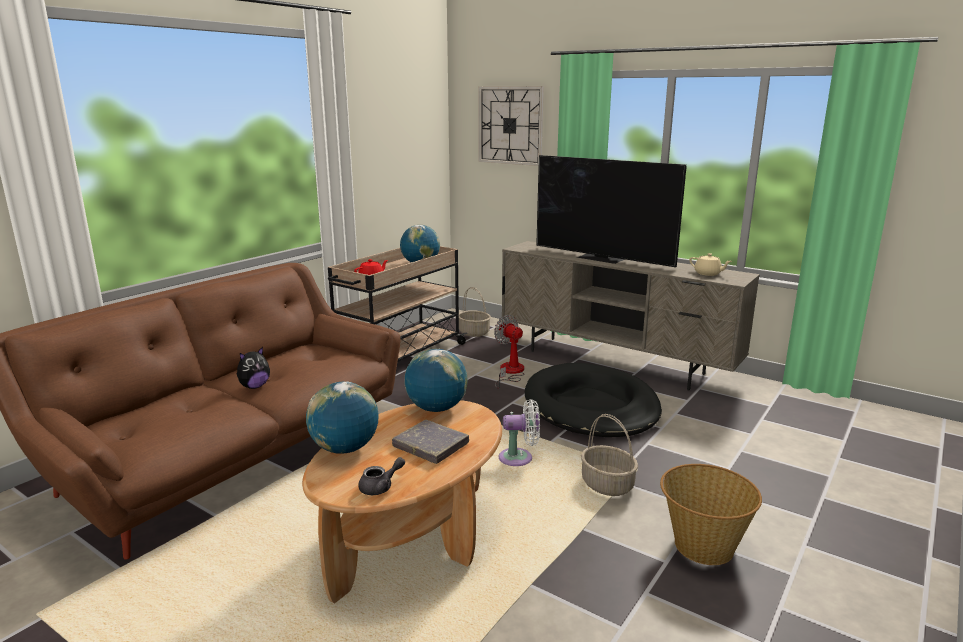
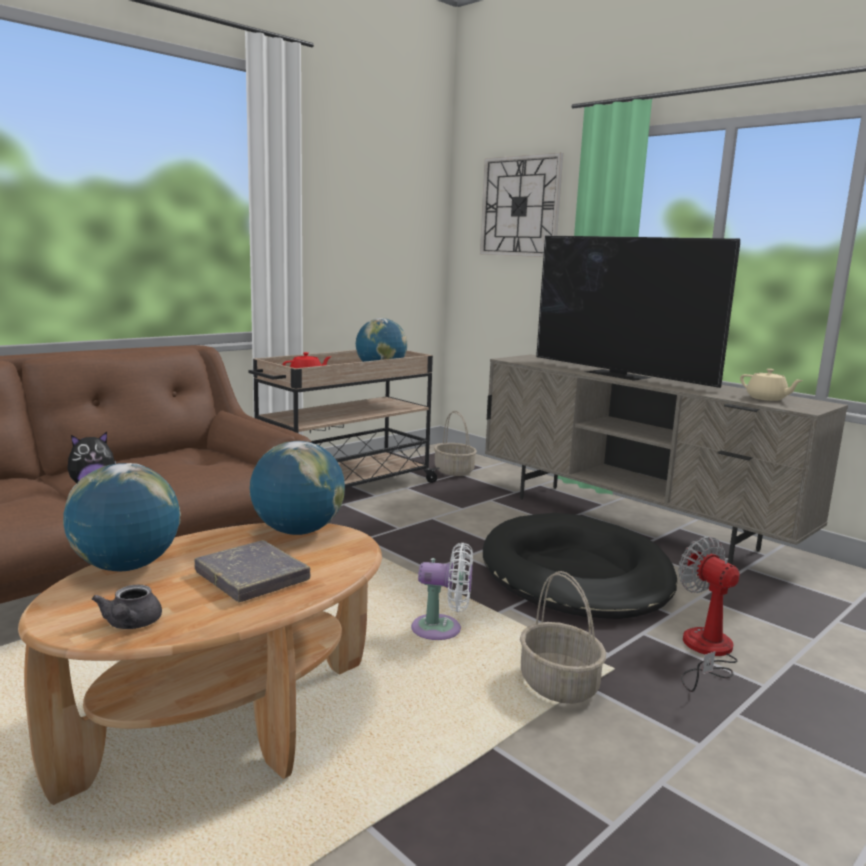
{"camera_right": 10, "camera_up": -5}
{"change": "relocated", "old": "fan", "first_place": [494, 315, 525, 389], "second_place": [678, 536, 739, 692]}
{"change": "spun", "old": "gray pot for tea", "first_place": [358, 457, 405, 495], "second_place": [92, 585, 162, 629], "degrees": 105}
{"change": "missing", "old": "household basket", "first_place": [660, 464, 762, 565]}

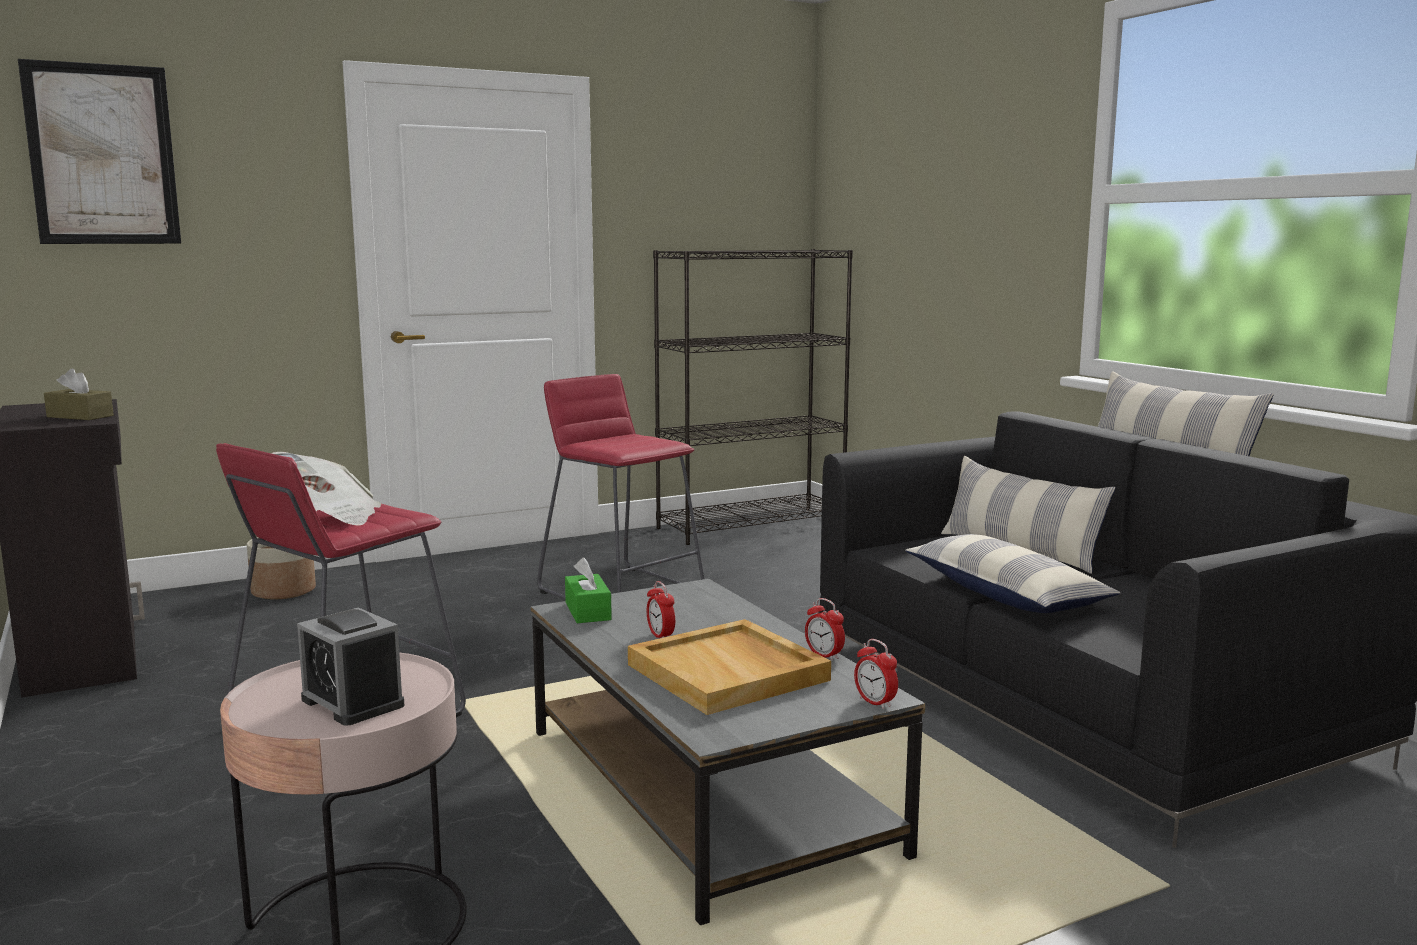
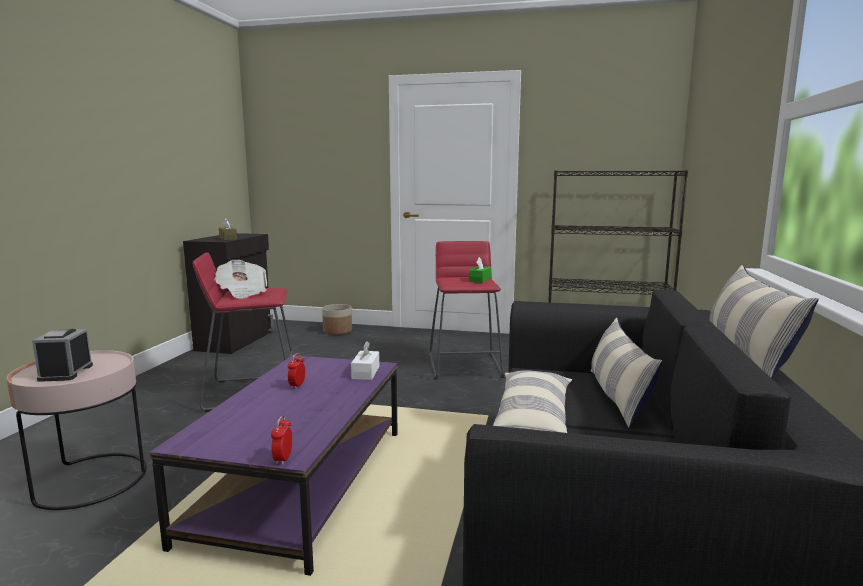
{"camera_right": 40, "camera_up": 0}
{"change": "missing", "old": "wall art", "first_place": [18, 59, 181, 244]}
{"change": "relocated", "old": "greenish tissue holder", "first_place": [565, 558, 612, 623], "second_place": [469, 257, 491, 283]}
{"change": "colour", "old": "gray low table", "new": "purple-coloured low table", "first_place": [531, 579, 925, 925], "second_place": [150, 355, 398, 576]}
{"change": "missing", "old": "table clock", "first_place": [805, 598, 845, 661]}
{"change": "missing", "old": "beige-coloured tray", "first_place": [628, 619, 831, 715]}
{"change": "appeared", "new": "white tissue holder", "second_place": [351, 341, 379, 380]}

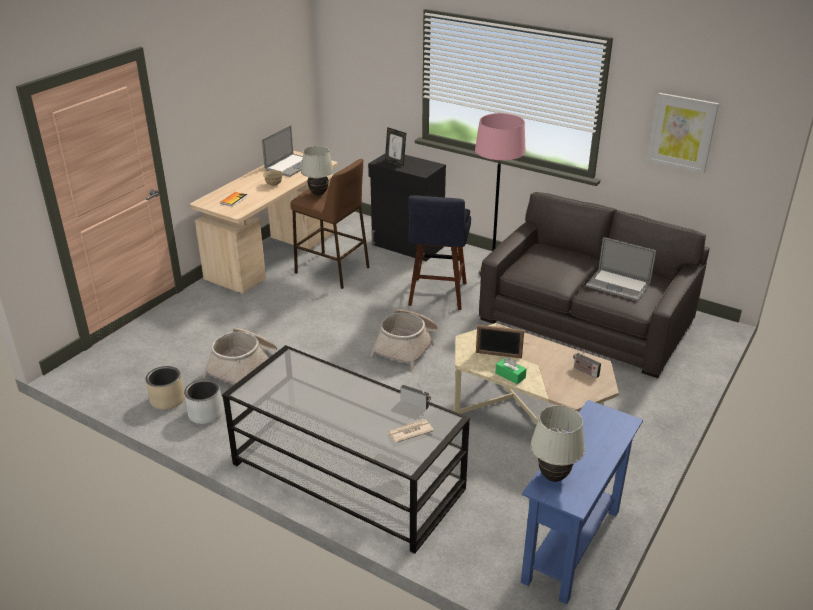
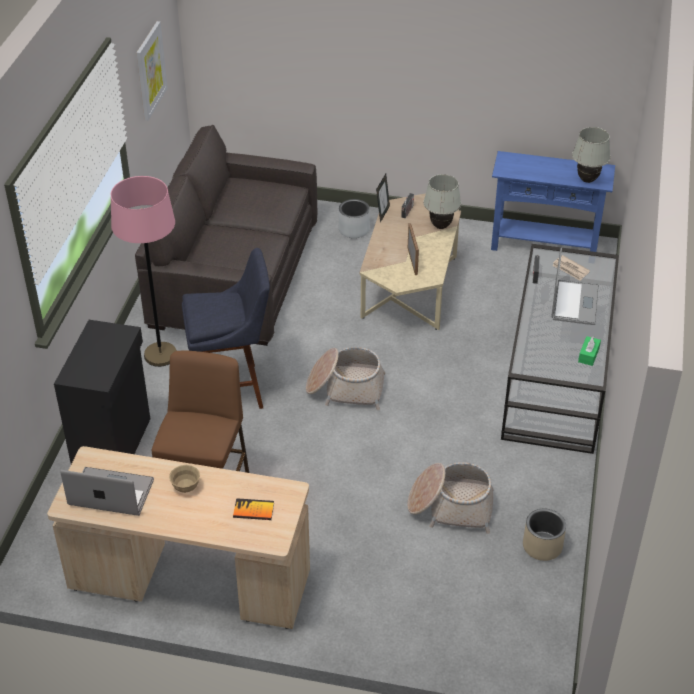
{"camera_right": -110, "camera_up": 10}
{"change": "relocated", "old": "picture frame", "first_place": [385, 127, 406, 166], "second_place": [376, 174, 390, 223]}
{"change": "relocated", "old": "white lamp for a table", "first_place": [301, 146, 334, 196], "second_place": [423, 174, 461, 229]}
{"change": "relocated", "old": "laptop", "first_place": [586, 237, 656, 301], "second_place": [551, 248, 599, 325]}
{"change": "relocated", "old": "greenish tissue holder", "first_place": [495, 357, 527, 384], "second_place": [578, 336, 601, 366]}
{"change": "relocated", "old": "gray flower pot", "first_place": [184, 379, 224, 424], "second_place": [339, 199, 370, 238]}

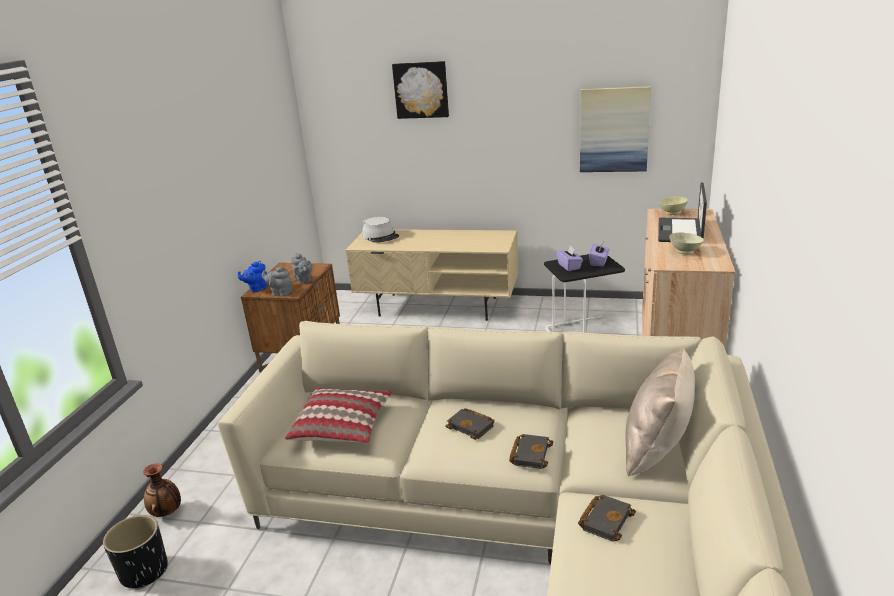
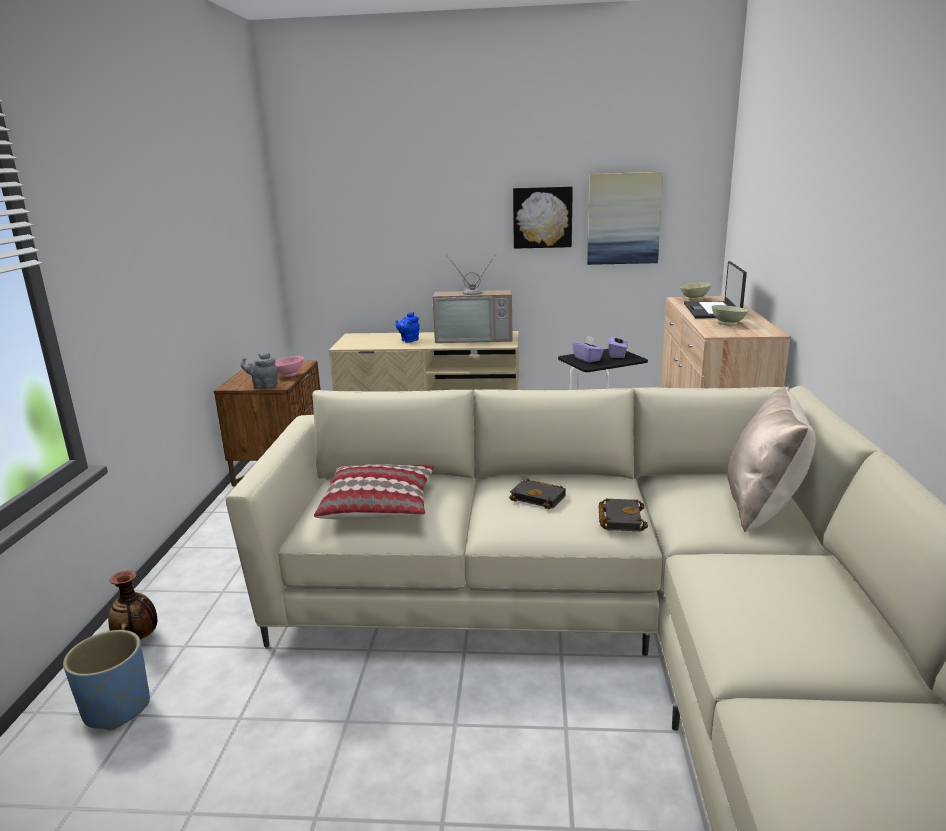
{"camera_right": -10, "camera_up": -5}
{"change": "relocated", "old": "wall art", "first_place": [392, 61, 449, 119], "second_place": [513, 186, 573, 249]}
{"change": "missing", "old": "gray clothing hat", "first_place": [362, 217, 399, 243]}
{"change": "exchanged", "old": "gray pot for tea", "new": "pink serving bowl", "first_place": [291, 253, 312, 283], "second_place": [275, 356, 304, 377]}
{"change": "relocated", "old": "blue-coloured pot for tea", "first_place": [238, 261, 267, 292], "second_place": [396, 312, 420, 343]}
{"change": "missing", "old": "black-coloured volume", "first_place": [578, 495, 636, 542]}
{"change": "colour", "old": "black-coloured flower pot", "new": "blue-coloured flower pot", "first_place": [103, 515, 168, 590], "second_place": [63, 630, 150, 730]}
{"change": "appeared", "new": "TV set", "second_place": [433, 253, 513, 343]}

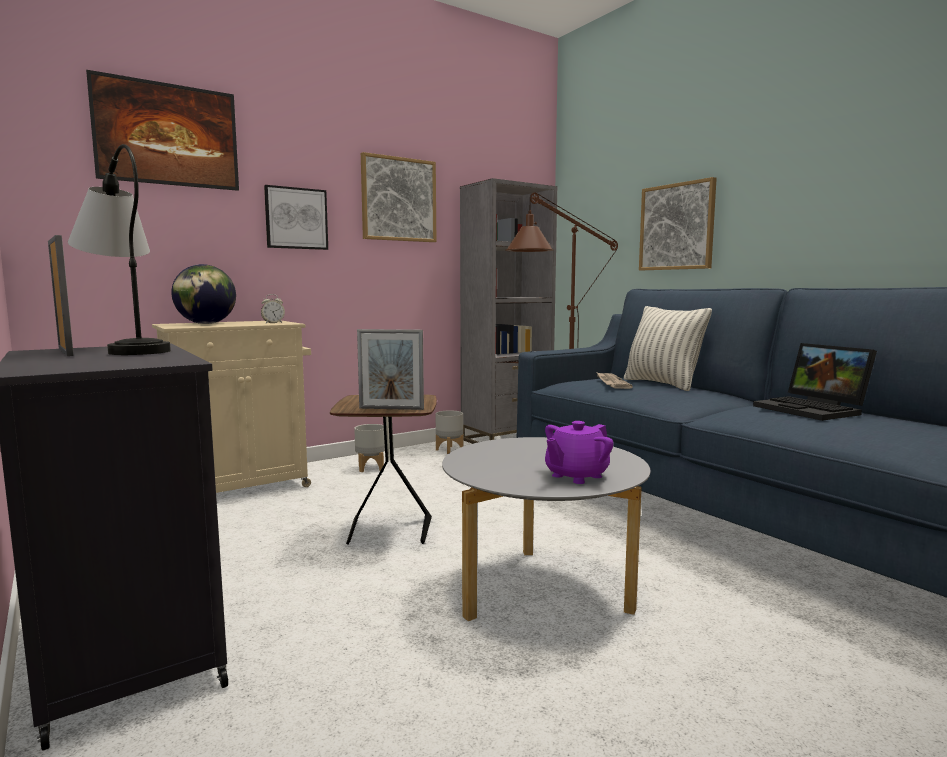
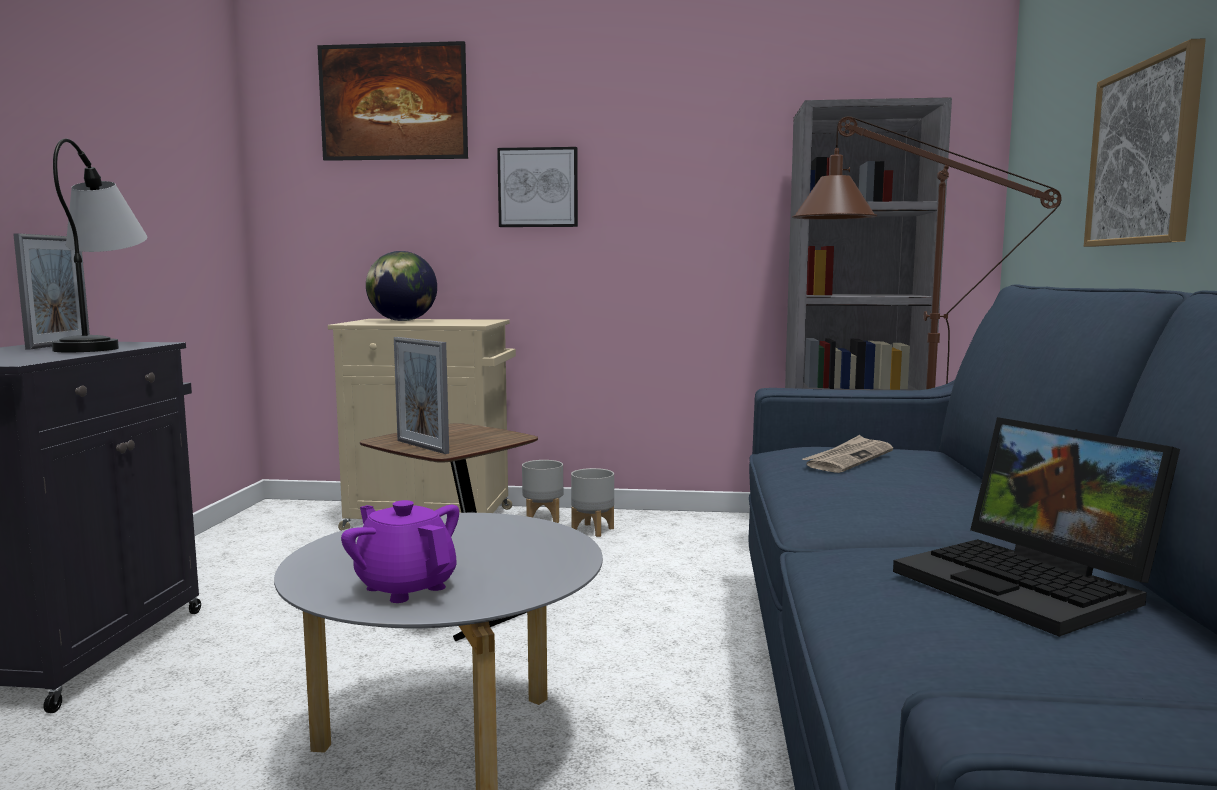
{"camera_right": 40, "camera_up": 0}
{"change": "missing", "old": "wall art", "first_place": [361, 152, 436, 242]}
{"change": "missing", "old": "table clock", "first_place": [261, 294, 285, 323]}
{"change": "missing", "old": "throw pillow", "first_place": [624, 306, 712, 391]}
{"change": "spun", "old": "laptop", "first_place": [753, 343, 877, 421], "second_place": [893, 417, 1180, 637], "degrees": -45}
{"change": "relocated", "old": "gray flower pot", "first_place": [436, 410, 463, 454], "second_place": [522, 460, 563, 523]}
{"change": "spun", "old": "purple-coloured pot for tea", "first_place": [545, 421, 613, 484], "second_place": [341, 500, 459, 603], "degrees": 45}

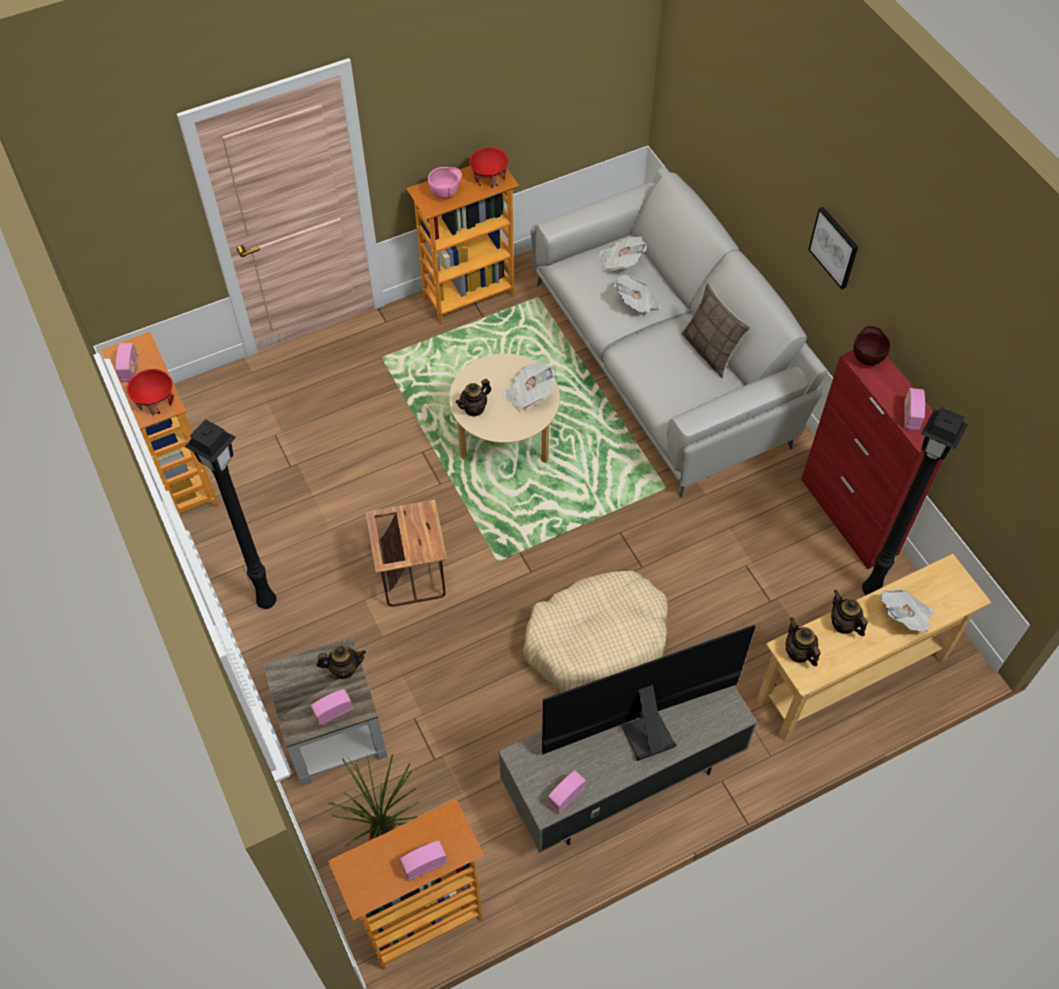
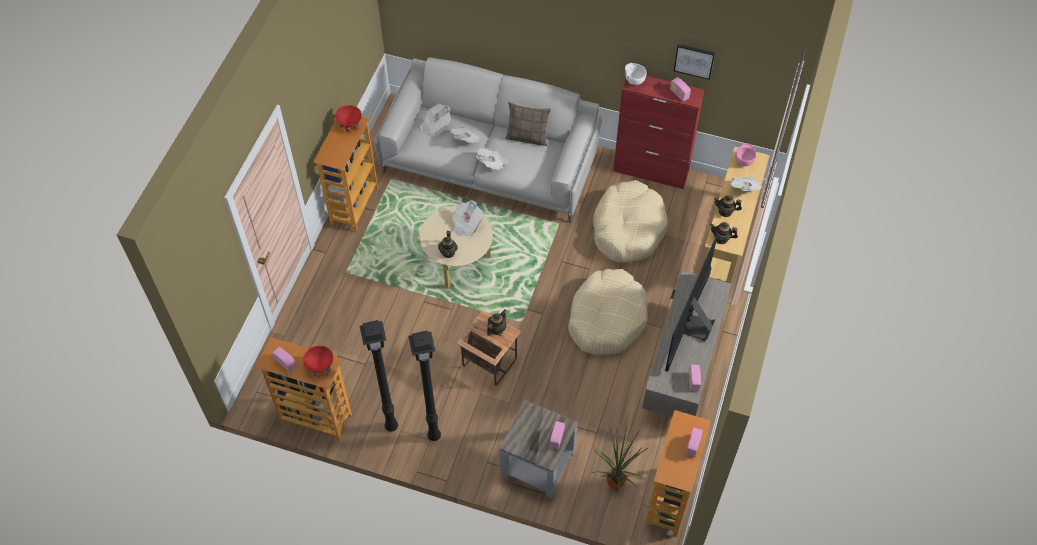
{"camera_right": -45, "camera_up": 0}
{"change": "relocated", "old": "pink serving bowl", "first_place": [428, 167, 462, 199], "second_place": [735, 143, 756, 166]}
{"change": "relocated", "old": "wall art", "first_place": [808, 207, 858, 289], "second_place": [674, 44, 715, 80]}
{"change": "colour", "old": "brown-coloured serving bowl", "new": "white serving bowl", "first_place": [853, 326, 891, 365], "second_place": [625, 63, 646, 85]}
{"change": "relocated", "old": "black-coloured standard lamp", "first_place": [862, 407, 968, 595], "second_place": [360, 320, 398, 432]}
{"change": "relocated", "old": "pot for tea", "first_place": [317, 645, 366, 679], "second_place": [487, 309, 506, 335]}
{"change": "appeared", "new": "newspaper", "second_place": [476, 148, 509, 170]}
{"change": "appeared", "new": "beige-coloured dog cushion", "second_place": [593, 180, 668, 263]}

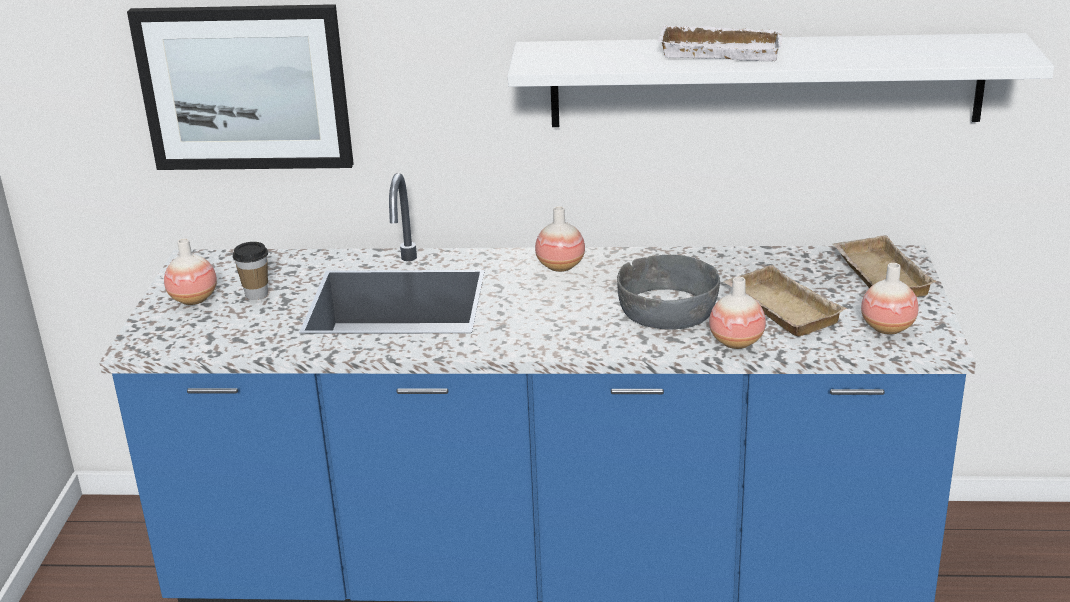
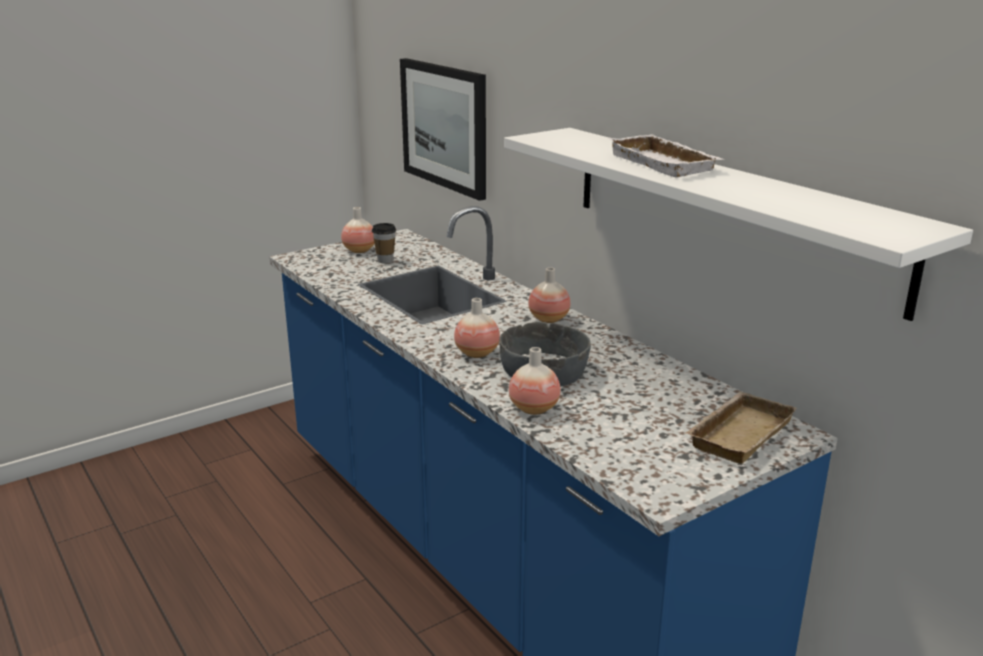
{"camera_right": 50, "camera_up": -5}
{"change": "relocated", "old": "flower vase", "first_place": [861, 263, 919, 334], "second_place": [454, 298, 500, 358]}
{"change": "missing", "old": "beige-coloured tray", "first_place": [723, 265, 847, 337]}

